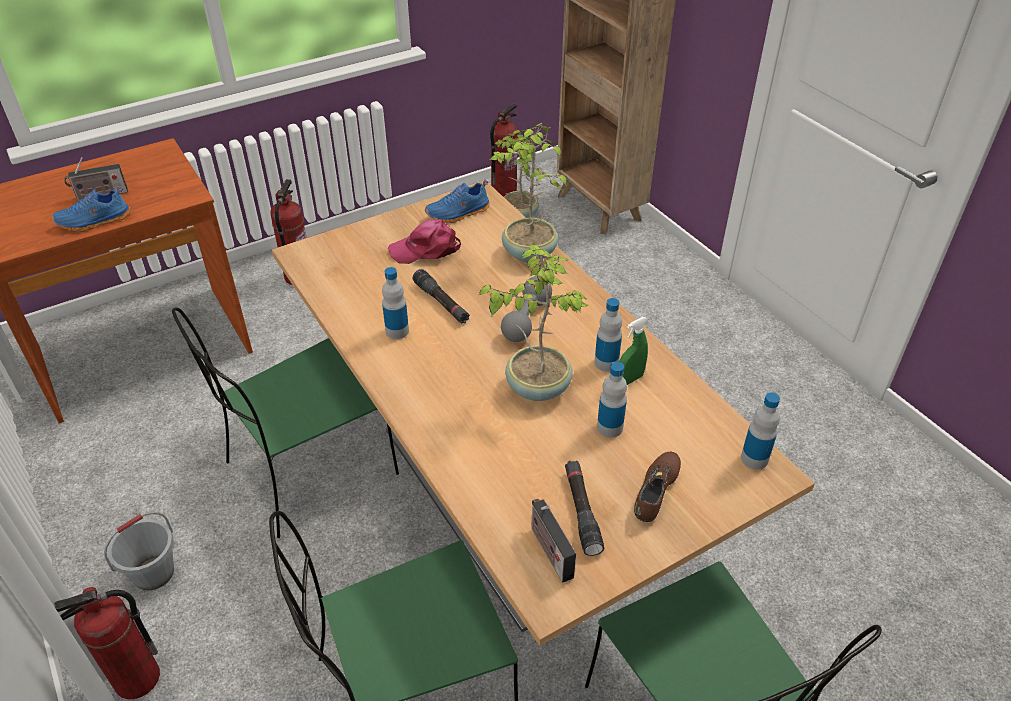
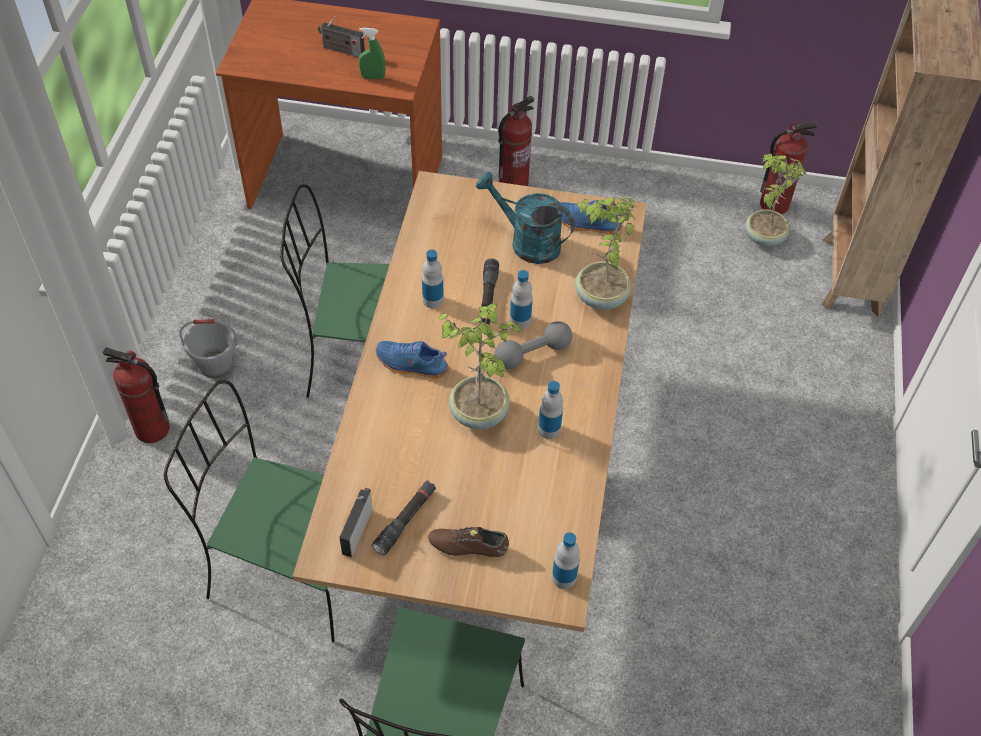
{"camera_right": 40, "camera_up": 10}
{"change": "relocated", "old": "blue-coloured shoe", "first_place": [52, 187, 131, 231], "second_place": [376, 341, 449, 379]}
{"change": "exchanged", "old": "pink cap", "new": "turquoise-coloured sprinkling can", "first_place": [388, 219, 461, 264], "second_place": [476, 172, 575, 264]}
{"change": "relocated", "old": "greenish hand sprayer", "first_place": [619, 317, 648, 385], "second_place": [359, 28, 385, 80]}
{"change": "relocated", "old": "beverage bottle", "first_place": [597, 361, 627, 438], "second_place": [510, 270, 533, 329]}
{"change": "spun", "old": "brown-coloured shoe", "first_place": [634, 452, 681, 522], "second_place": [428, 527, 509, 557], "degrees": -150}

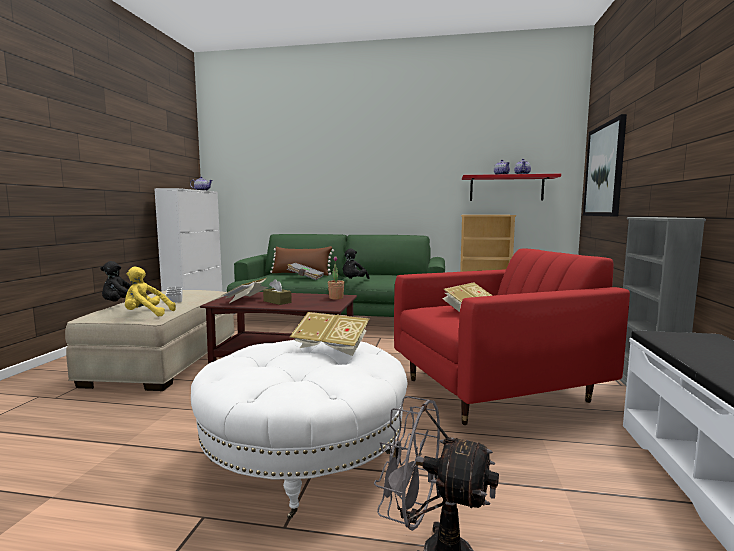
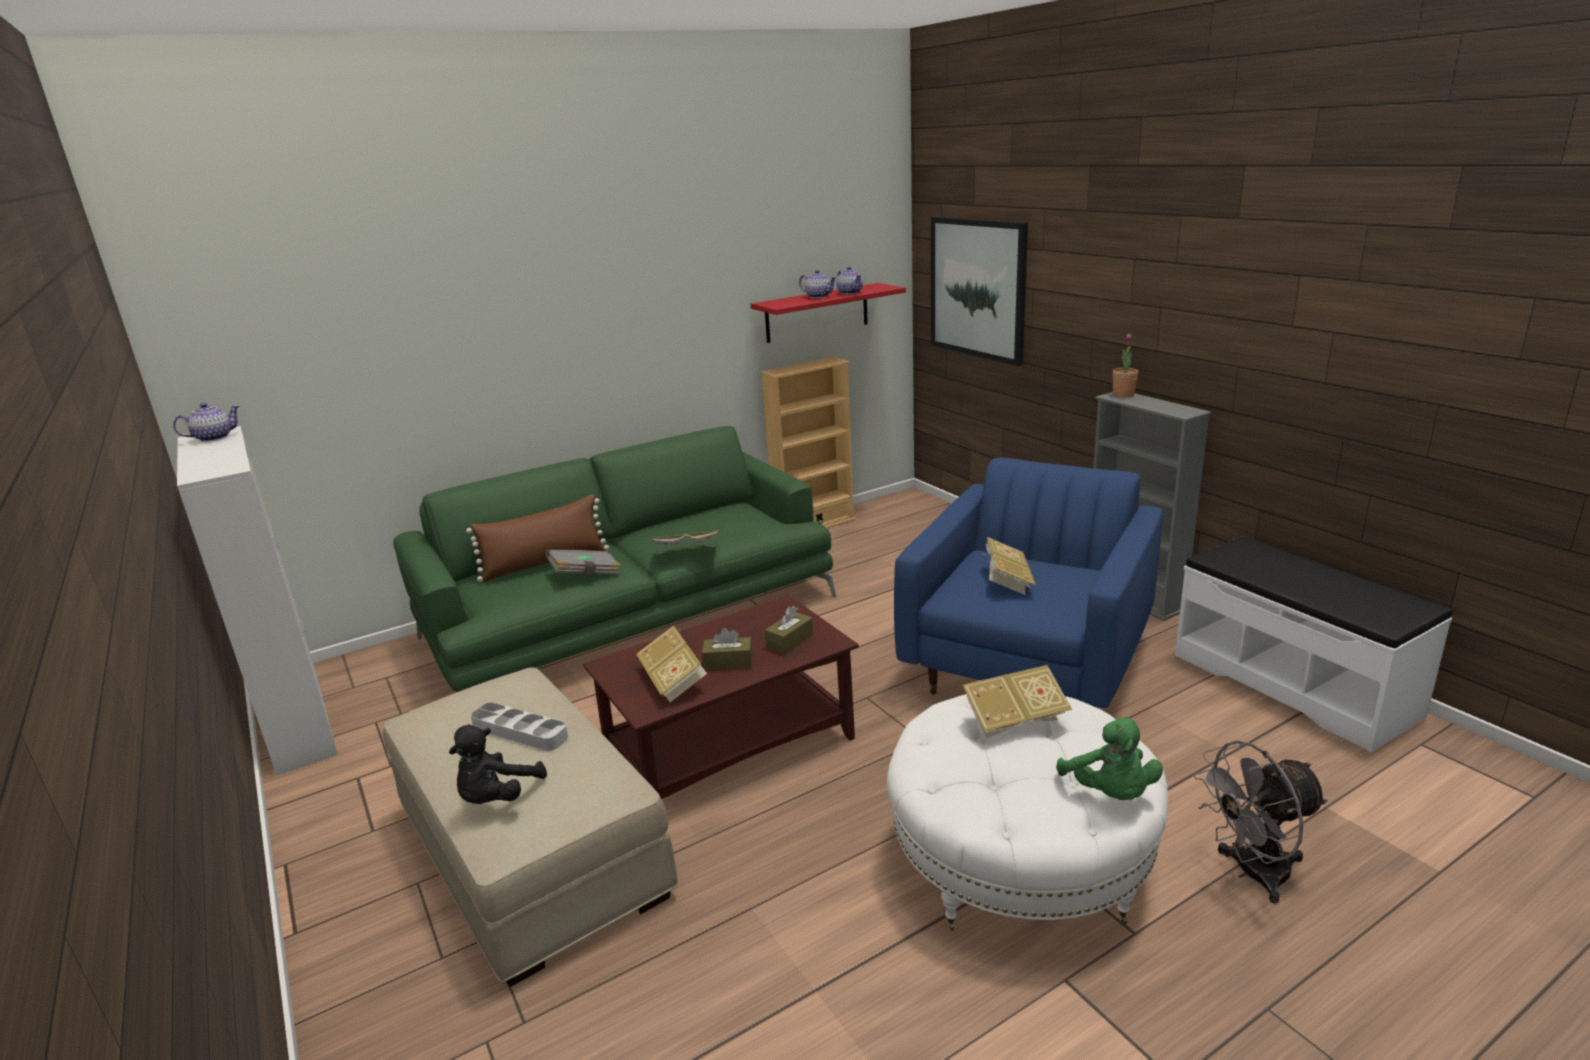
{"camera_right": -40, "camera_up": 15}
{"change": "exchanged", "old": "black-coloured plush toy", "new": "volume", "first_place": [343, 248, 370, 279], "second_place": [652, 530, 719, 554]}
{"change": "colour", "old": "red armchair", "new": "blue-coloured armchair", "first_place": [394, 249, 630, 425], "second_place": [894, 457, 1163, 708]}
{"change": "relocated", "old": "potted plant", "first_place": [328, 256, 345, 299], "second_place": [1112, 333, 1138, 397]}
{"change": "missing", "old": "yellow plush toy", "first_place": [125, 266, 176, 316]}
{"change": "appeared", "new": "brown-coloured tissue holder", "second_place": [765, 606, 813, 654]}
{"change": "appeared", "new": "greenish plush toy", "second_place": [1056, 717, 1163, 800]}

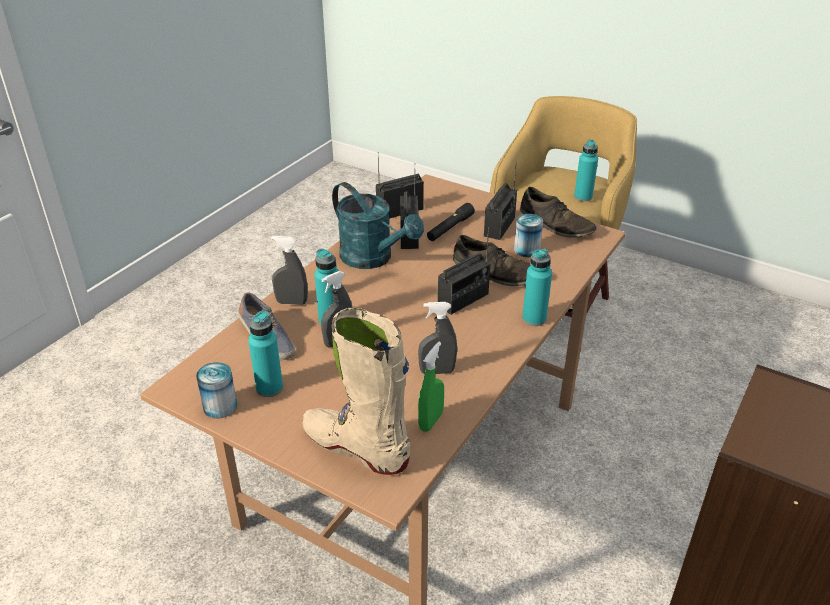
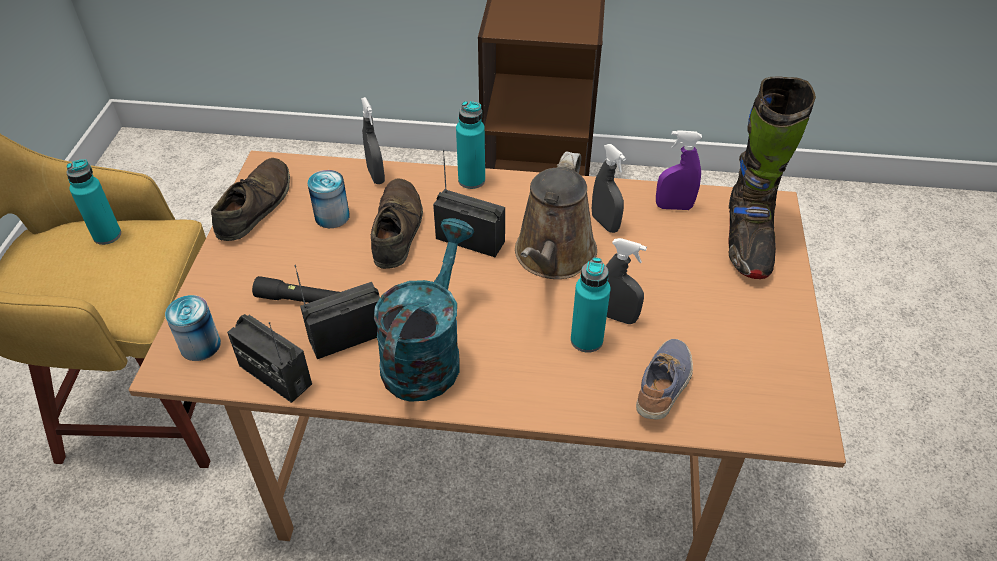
{"camera_right": -115, "camera_up": 10}
{"change": "missing", "old": "radio receiver", "first_place": [484, 157, 517, 240]}
{"change": "relocated", "old": "gray hand sprayer", "first_place": [271, 236, 308, 305], "second_place": [361, 97, 385, 184]}
{"change": "colour", "old": "beige-coloured high-top boot", "new": "black-coloured high-top boot", "first_place": [302, 308, 410, 475], "second_place": [728, 76, 816, 279]}
{"change": "missing", "old": "turquoise-coloured beverage bottle", "first_place": [248, 311, 283, 397]}
{"change": "colour", "old": "greenish hand sprayer", "new": "purple-coloured hand sprayer", "first_place": [418, 342, 444, 432], "second_place": [656, 130, 702, 210]}
{"change": "relocated", "old": "can", "first_place": [196, 362, 237, 419], "second_place": [165, 295, 221, 361]}
{"change": "appeared", "new": "brown-coloured sprinkling can", "second_place": [515, 152, 597, 279]}

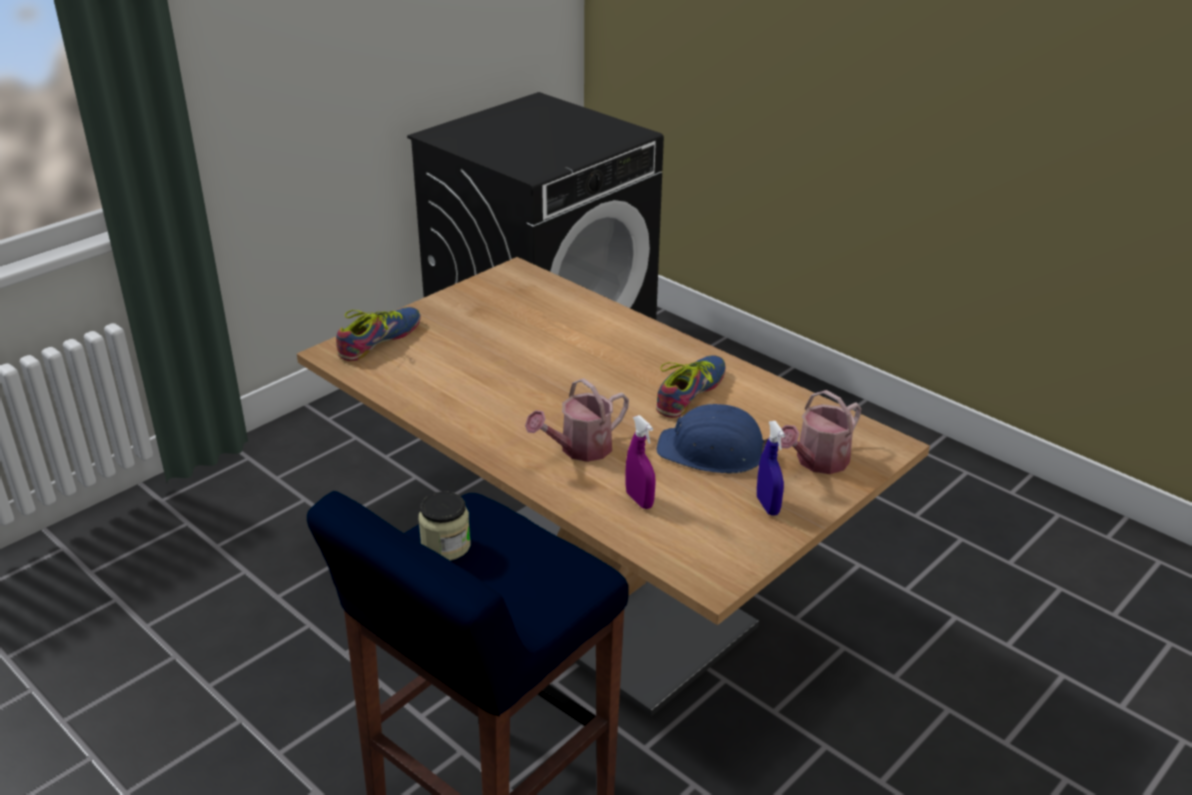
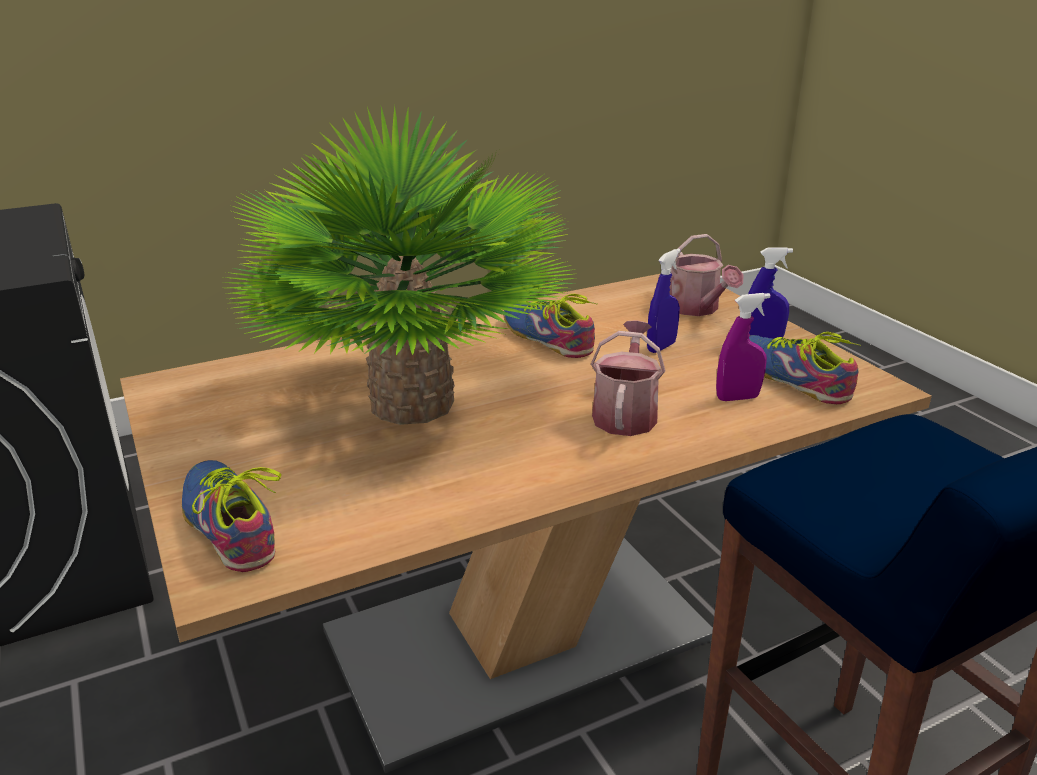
{"camera_right": -70, "camera_up": -5}
{"change": "spun", "old": "sprinkling can", "first_place": [525, 378, 629, 462], "second_place": [591, 320, 665, 436], "degrees": -150}
{"change": "exchanged", "old": "blue-coloured safety helmet", "new": "blue-coloured hand sprayer", "first_place": [657, 404, 768, 473], "second_place": [647, 249, 681, 353]}
{"change": "missing", "old": "storage jar", "first_place": [418, 492, 470, 561]}
{"change": "appeared", "new": "potted plant", "second_place": [223, 106, 578, 425]}
{"change": "appeared", "new": "shoe", "second_place": [749, 332, 861, 404]}

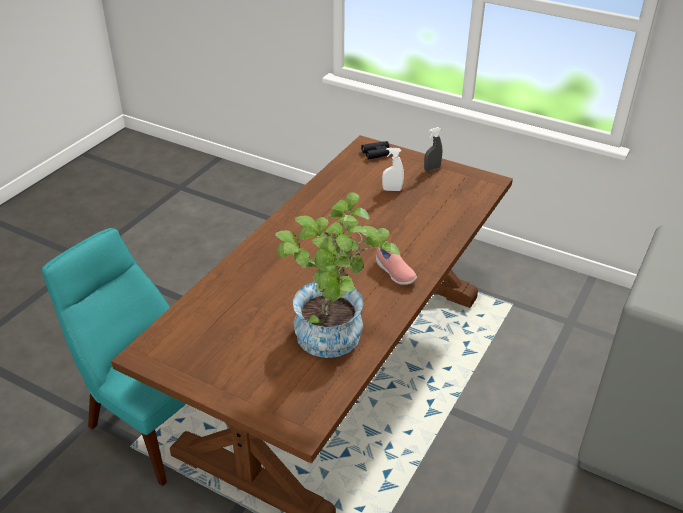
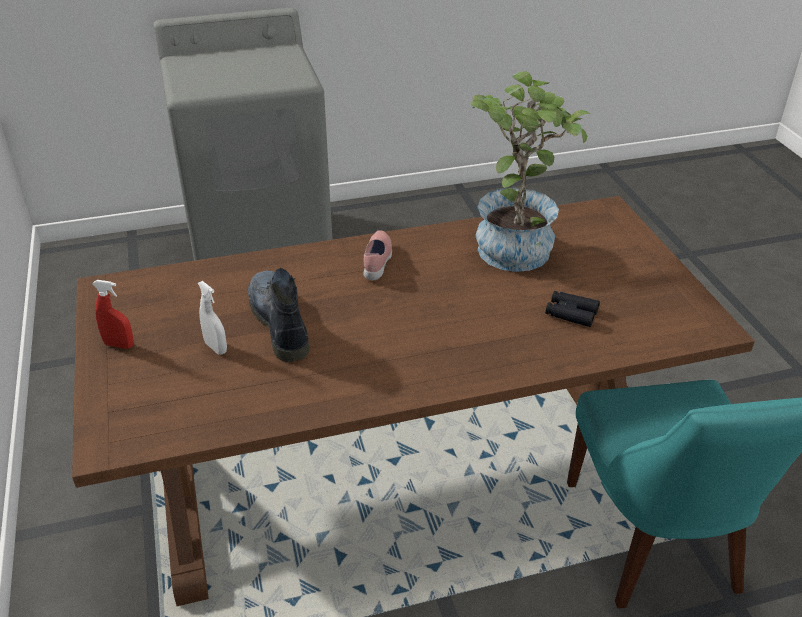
{"camera_right": -135, "camera_up": 0}
{"change": "colour", "old": "gray hand sprayer", "new": "red hand sprayer", "first_place": [424, 127, 442, 171], "second_place": [92, 280, 134, 349]}
{"change": "relocated", "old": "black-coloured field glasses", "first_place": [361, 141, 393, 160], "second_place": [545, 291, 600, 327]}
{"change": "appeared", "new": "high-top boot", "second_place": [248, 268, 309, 362]}

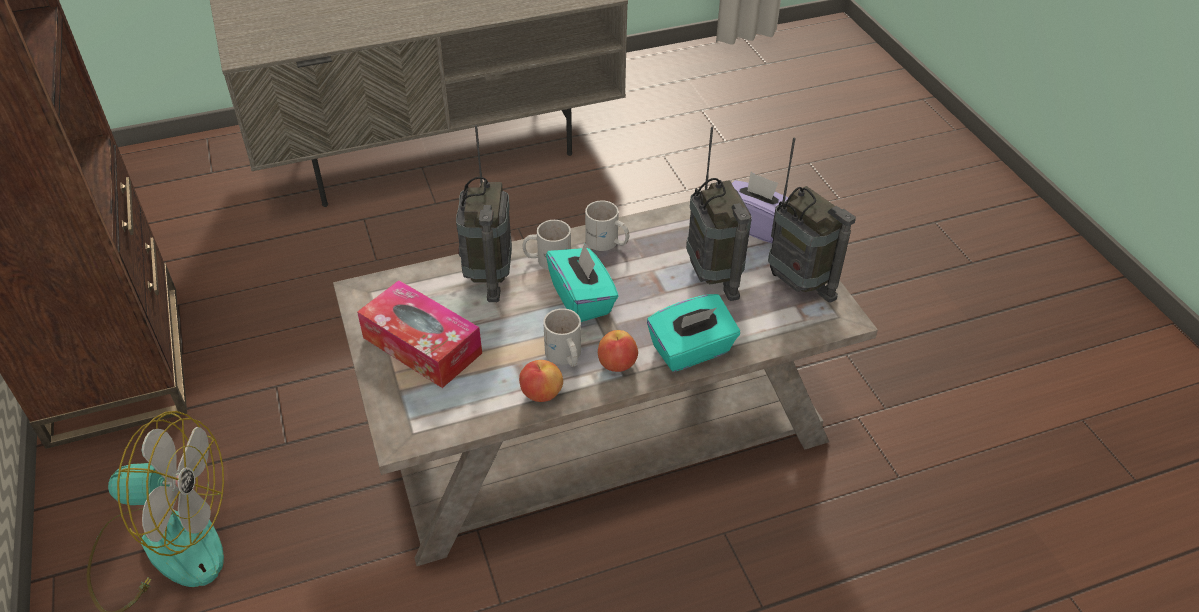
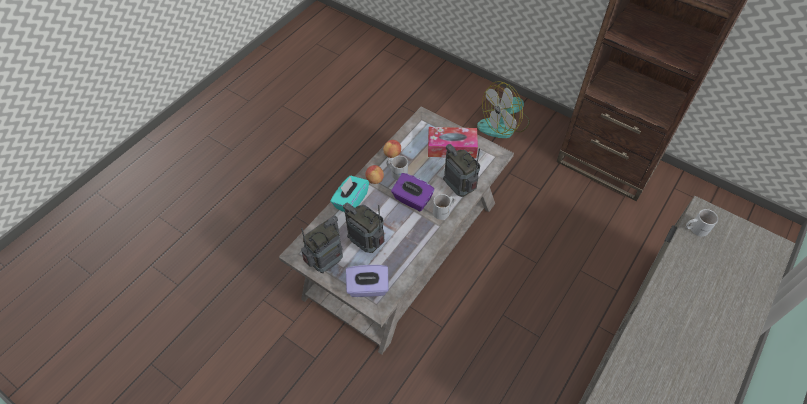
{"camera_right": 145, "camera_up": 10}
{"change": "spun", "old": "radio receiver", "first_place": [768, 137, 856, 302], "second_place": [301, 215, 343, 273], "degrees": 120}
{"change": "relocated", "old": "white mug", "first_place": [585, 200, 629, 251], "second_place": [686, 209, 718, 237]}
{"change": "colour", "old": "turquoise-coloured tissue holder", "new": "purple-coloured tissue holder", "first_place": [546, 243, 618, 322], "second_place": [391, 173, 435, 211]}

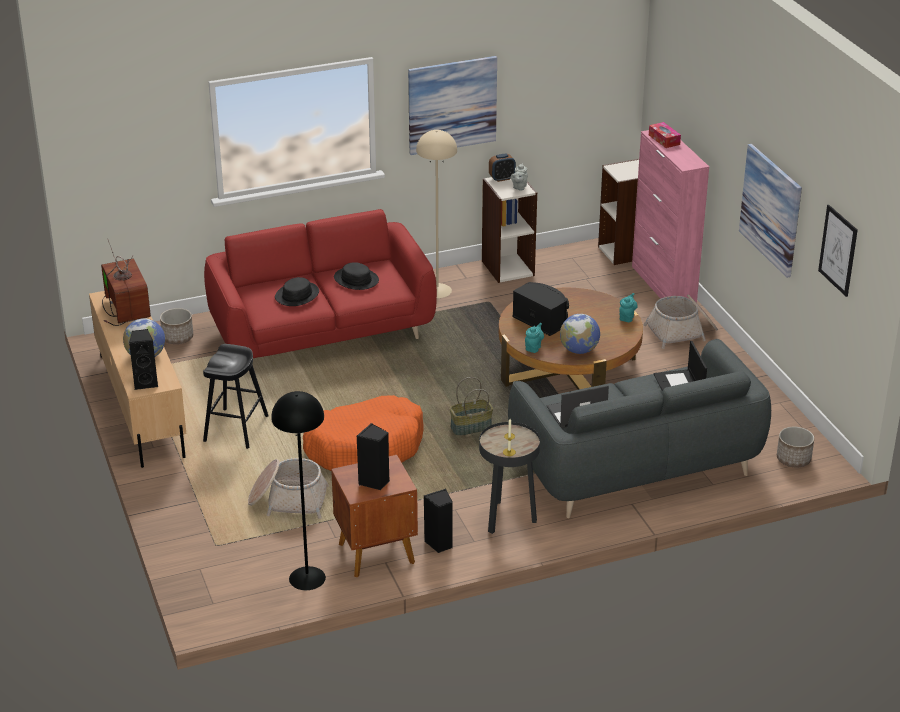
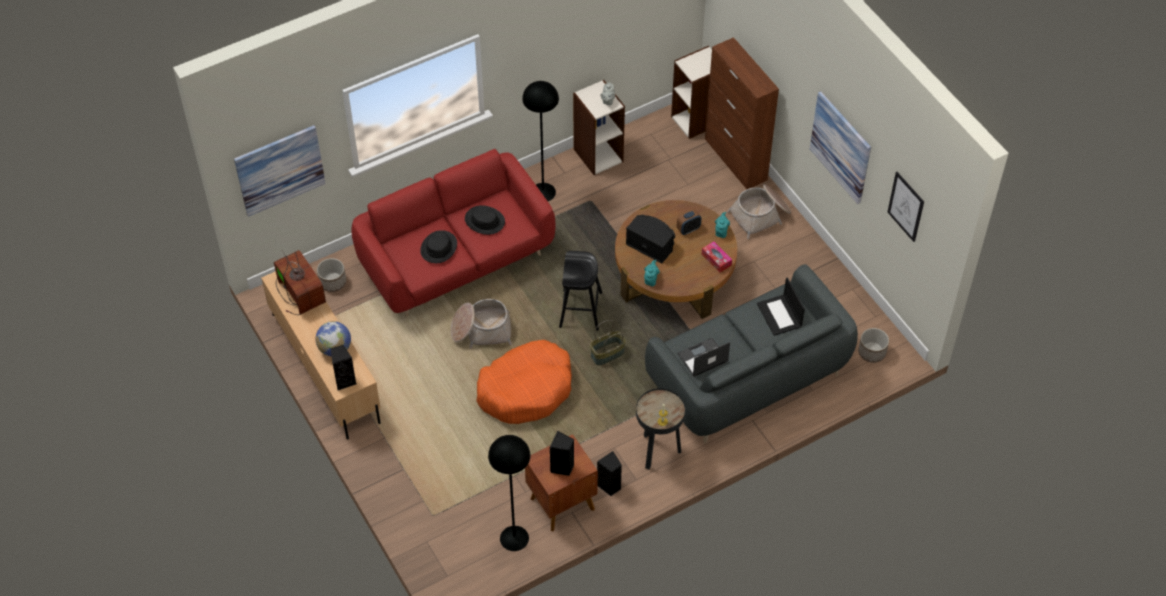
{"camera_right": -10, "camera_up": 20}
{"change": "relocated", "old": "wall art", "first_place": [408, 56, 497, 155], "second_place": [234, 125, 326, 217]}
{"change": "relocated", "old": "tissue holder", "first_place": [649, 122, 681, 148], "second_place": [702, 241, 732, 273]}
{"change": "colour", "old": "beige-coloured standard lamp", "new": "black-coloured standard lamp", "first_place": [416, 130, 457, 298], "second_place": [522, 81, 559, 201]}
{"change": "colour", "old": "pink cupboard", "new": "brown-coloured cupboard", "first_place": [632, 130, 709, 302], "second_place": [705, 37, 779, 189]}
{"change": "relocated", "old": "table clock", "first_place": [489, 154, 516, 182], "second_place": [677, 210, 701, 235]}
{"change": "missing", "old": "desk globe", "first_place": [560, 314, 600, 354]}
{"change": "relocated", "old": "black-coloured stool seat", "first_place": [203, 344, 269, 449], "second_place": [559, 251, 602, 330]}
{"change": "relocated", "old": "household basket", "first_place": [248, 458, 329, 519], "second_place": [451, 299, 512, 349]}

